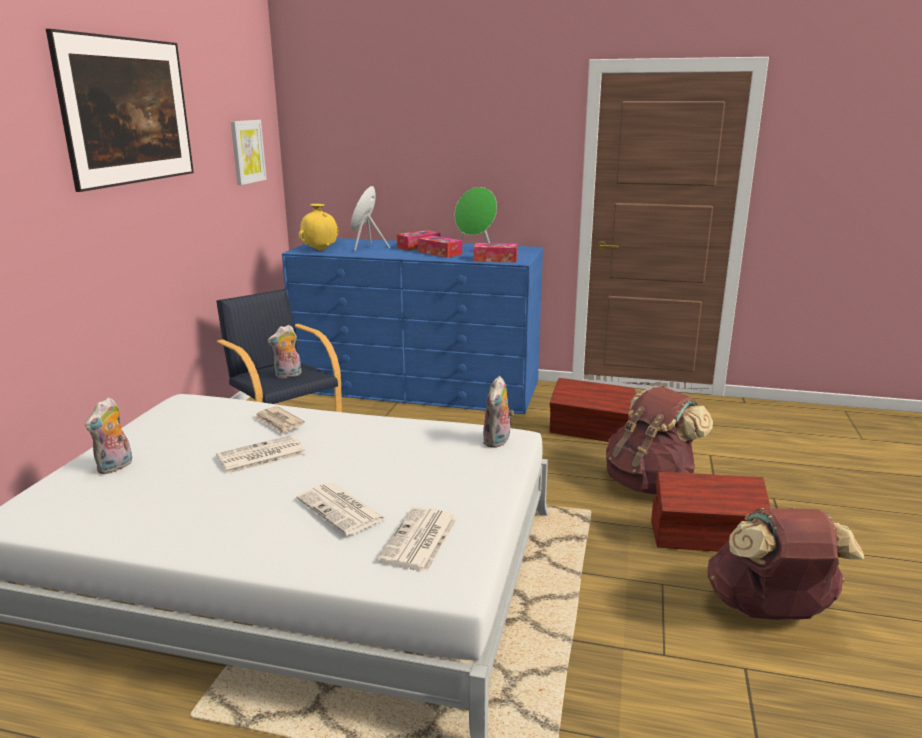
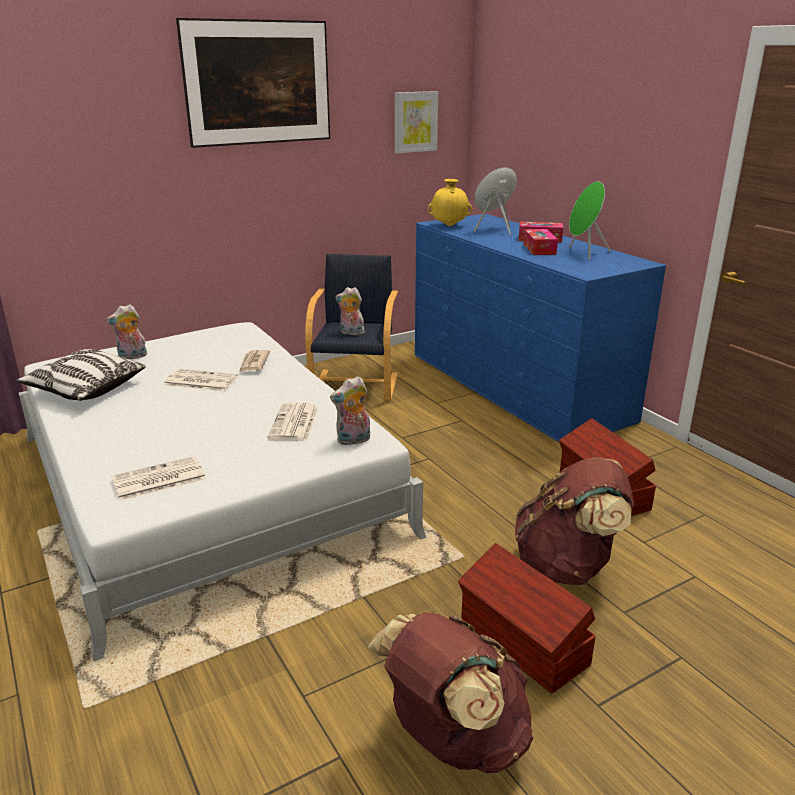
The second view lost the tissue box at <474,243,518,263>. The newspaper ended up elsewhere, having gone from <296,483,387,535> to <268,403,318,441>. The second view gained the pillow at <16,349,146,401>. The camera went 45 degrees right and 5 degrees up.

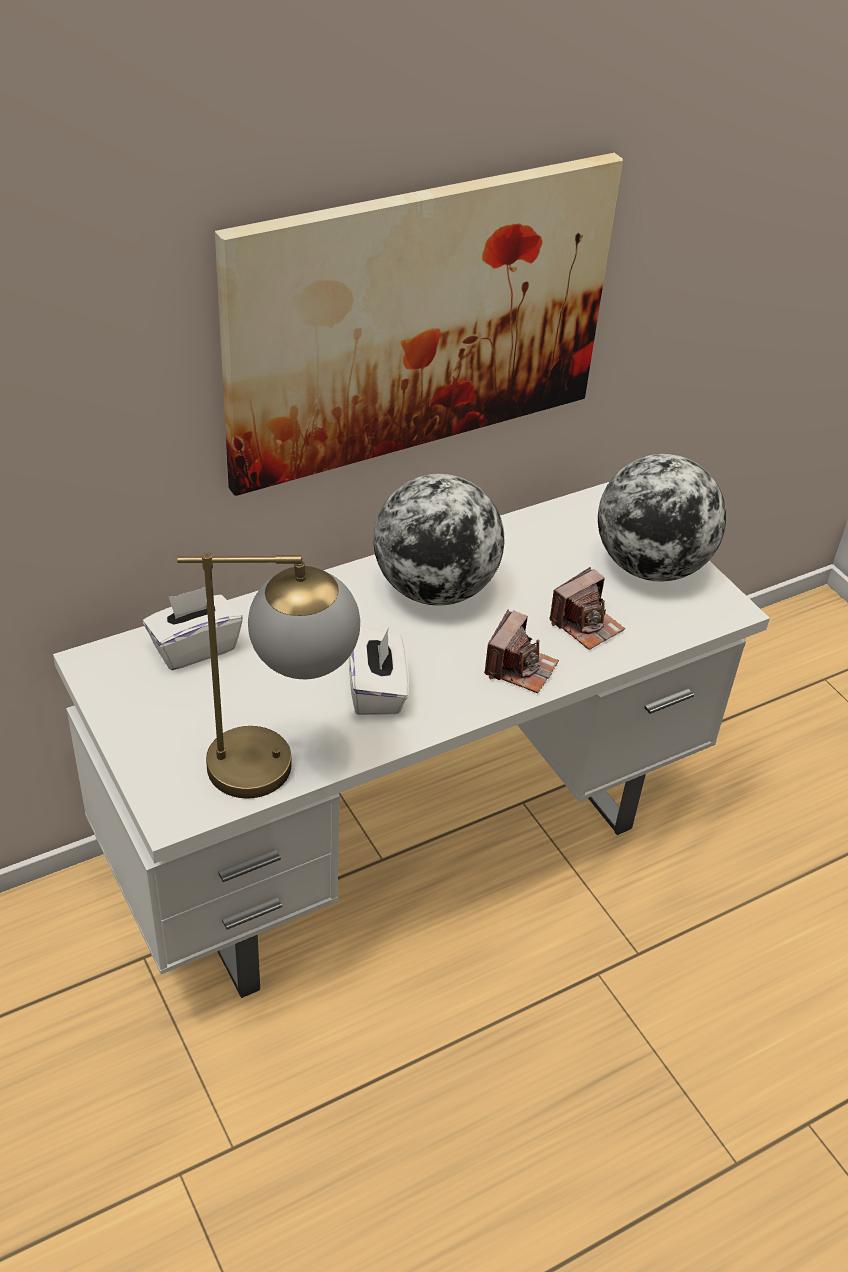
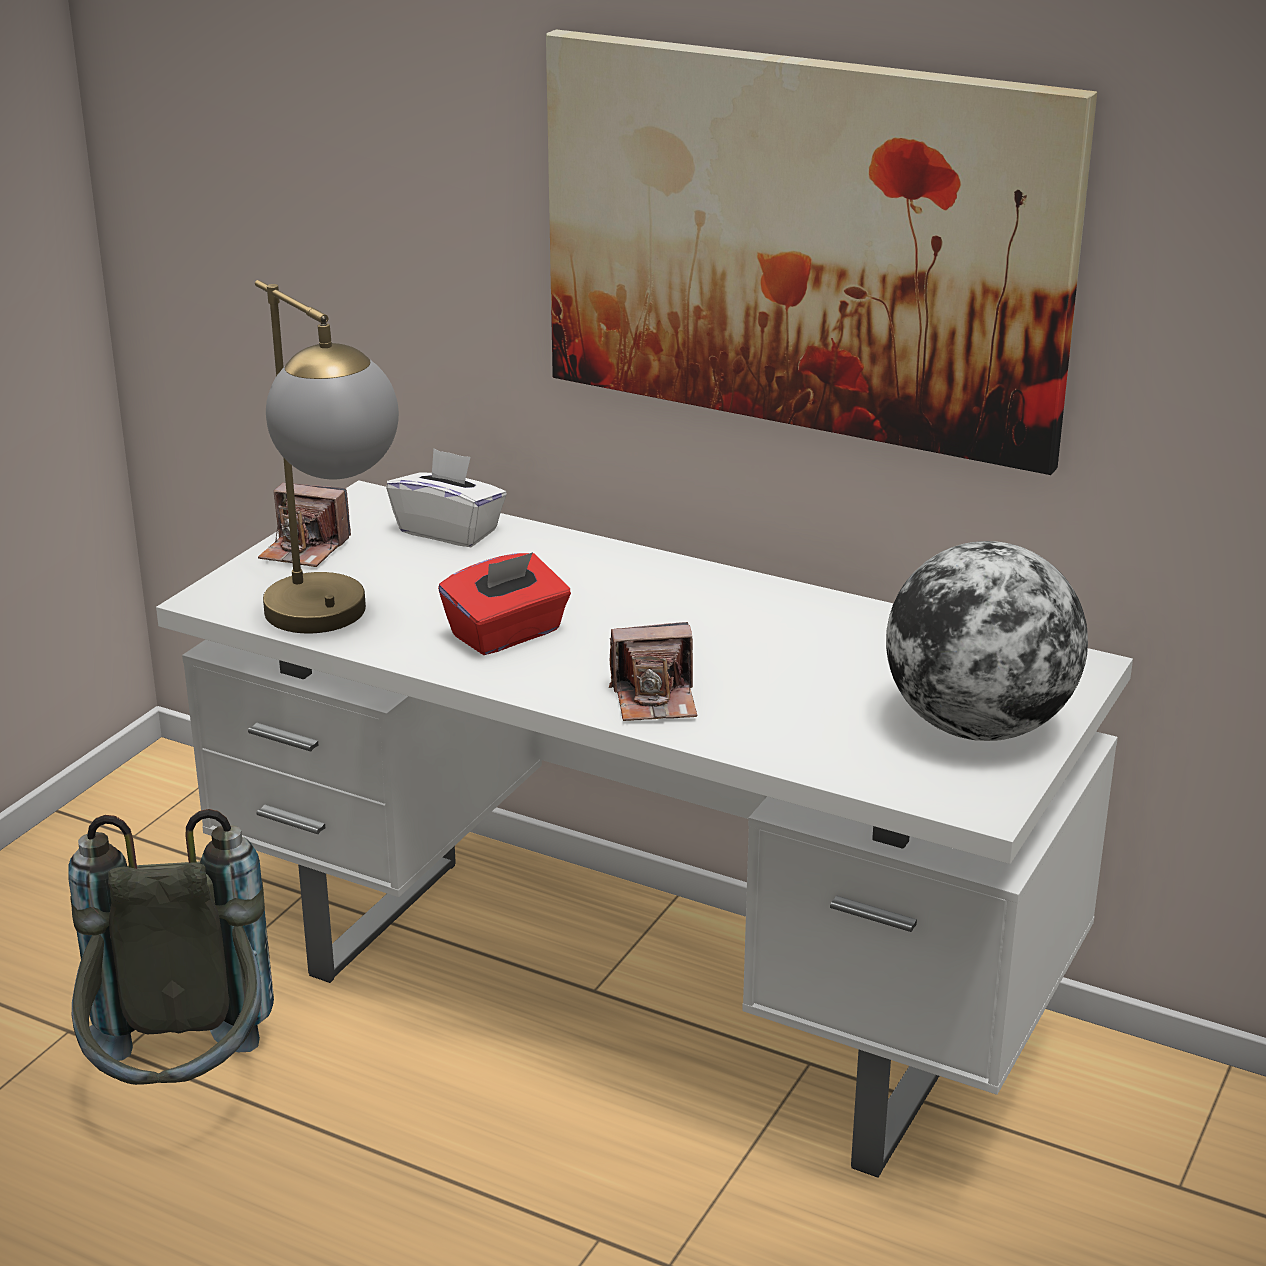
The second view lost the globe at <373,474,505,606>. The photo camera ended up elsewhere, having gone from <549,567,625,650> to <258,483,351,567>. What was the tissue box/white at <349,628,409,715> turned into the tissue box/red at <438,552,571,655>. The second view gained the backpack/grey at <68,809,274,1085>. The camera went 60 degrees right and 15 degrees down.

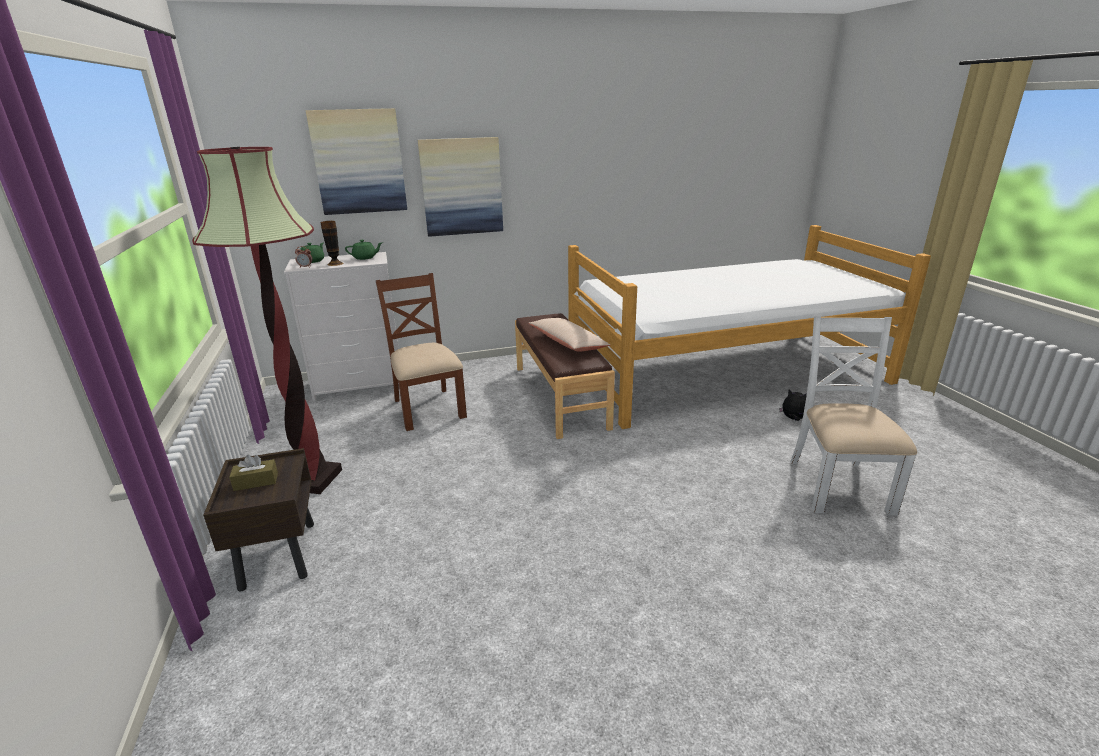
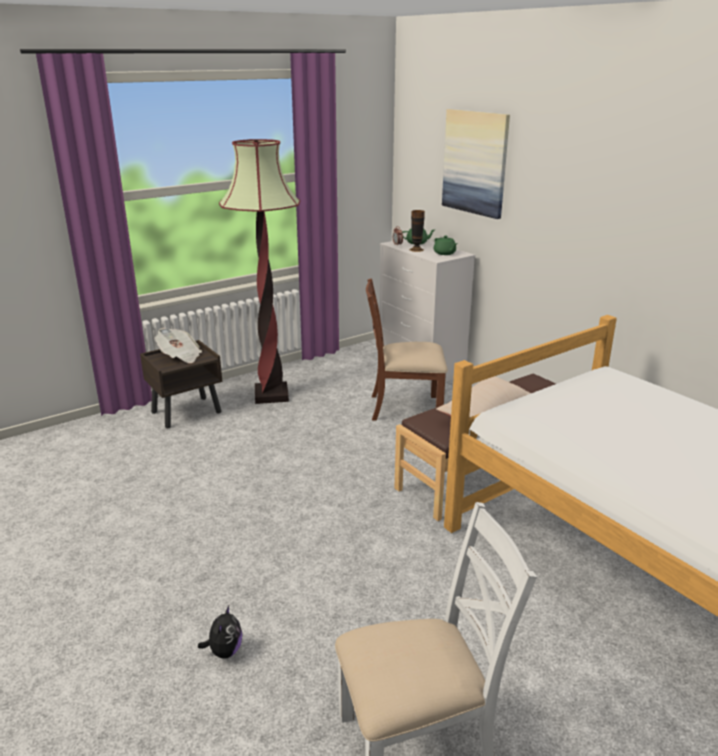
The second view lost the picture at <418,137,503,237>. The chair/brown at <376,273,467,431> ended up facing another way, 135 degrees counterclockwise from before. The plush toy ended up elsewhere, having gone from <779,389,807,421> to <198,605,243,659>. Where the tissue box/brown stood at <229,455,278,491>, the newspaper came to stand at <155,328,202,363>. The camera went 70 degrees right and 0 degrees up.

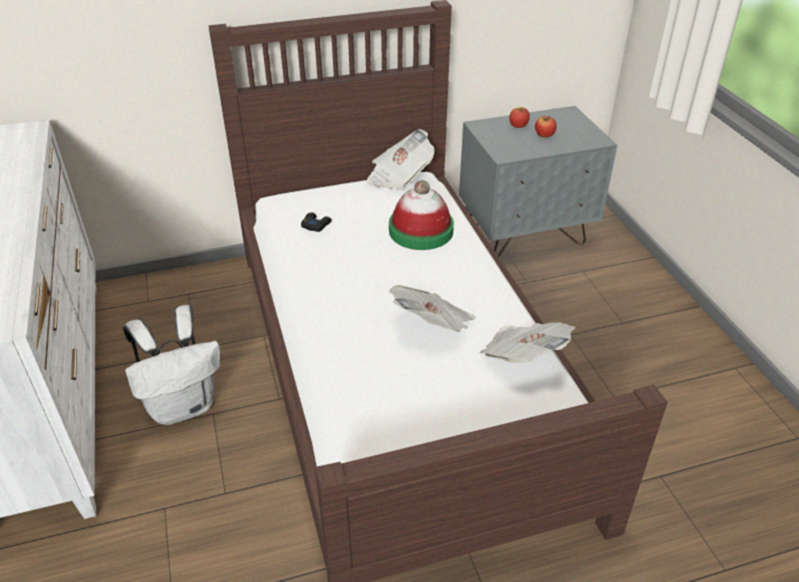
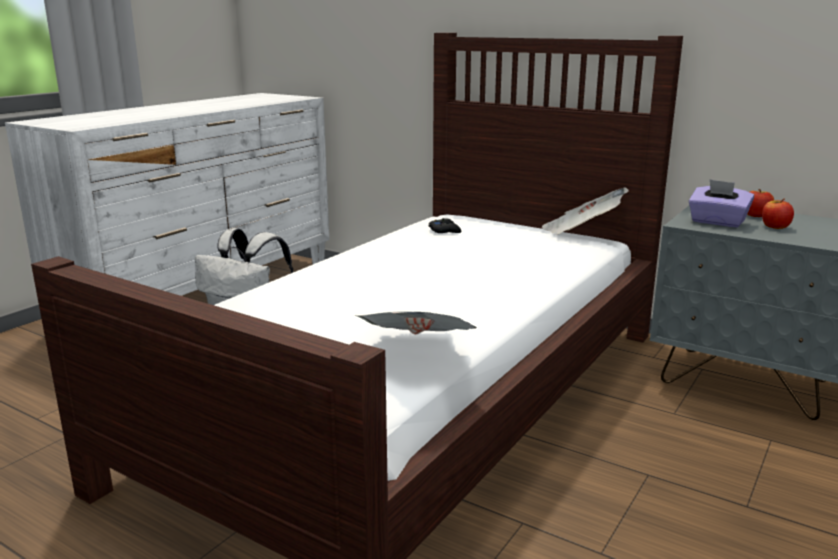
The second view lost the hat at <389,180,454,250>. The second view lost the newspaper at <390,285,476,332>. The second view gained the tissue box/purple at <688,179,754,228>. The camera went 50 degrees right and 20 degrees down.

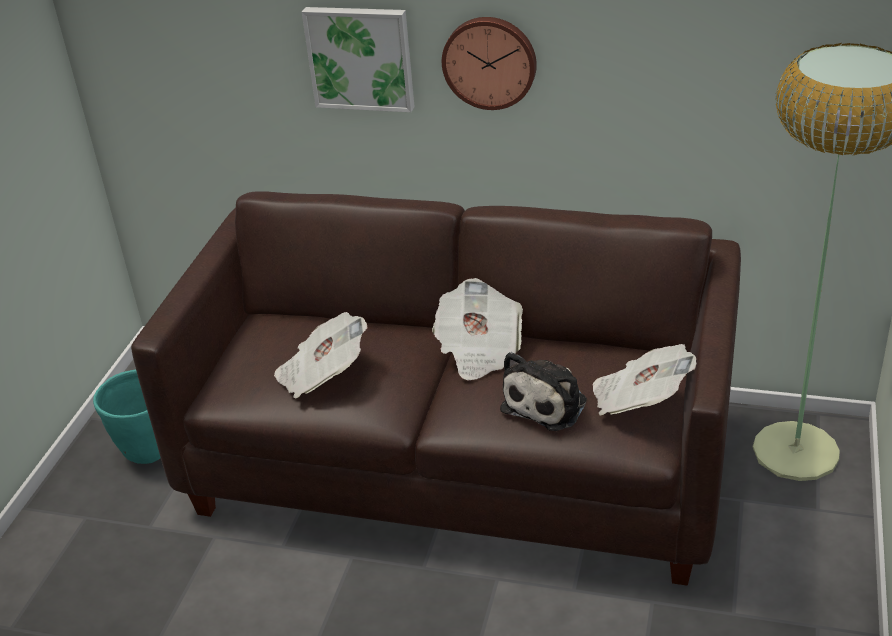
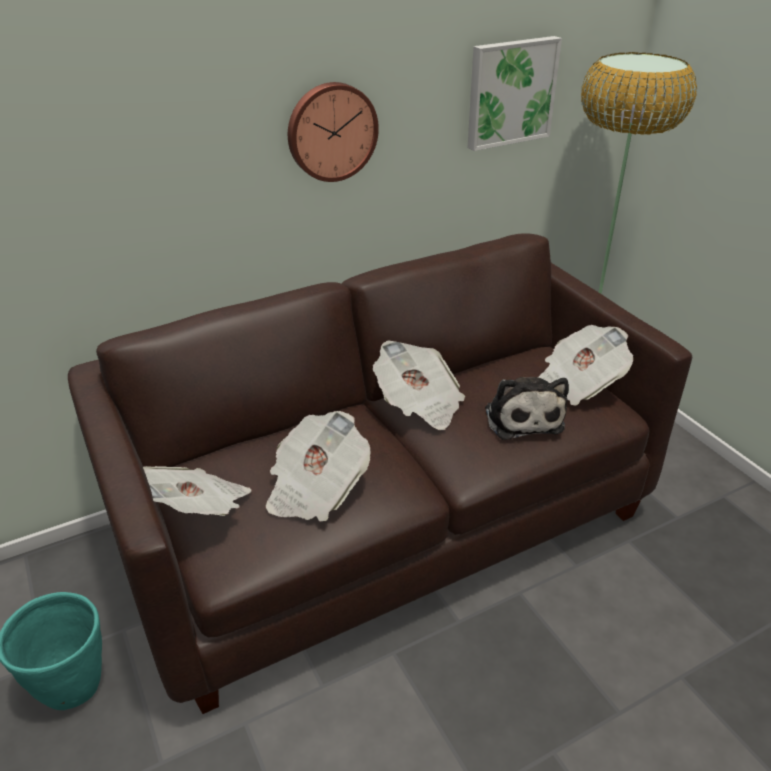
The picture ended up elsewhere, having gone from <302,7,415,112> to <467,36,562,151>. The second view gained the newspaper at <143,466,252,516>. The camera went 45 degrees left and 0 degrees up.

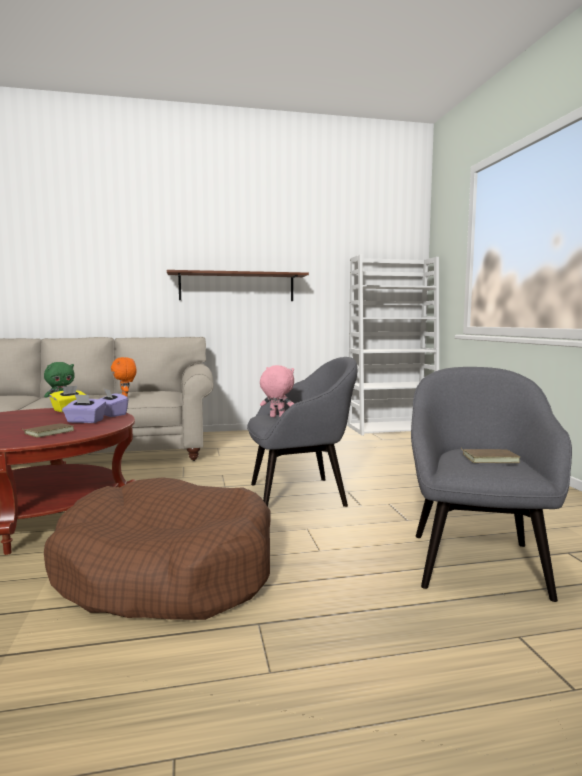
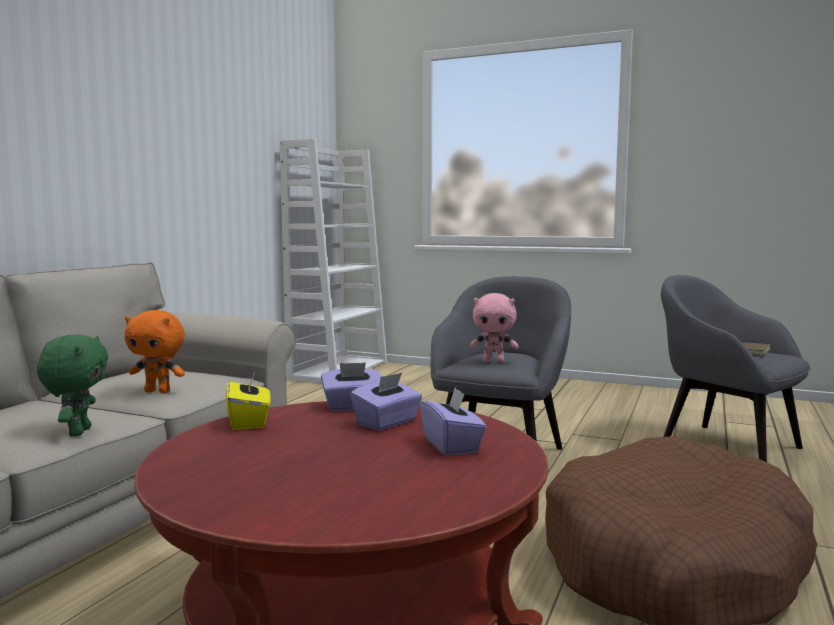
The second view lost the shelf/brown at <167,270,309,301>. The plush toy/pink at <260,365,294,417> ended up facing another way, 135 degrees counterclockwise from before. Where the book/brown stood at <24,423,74,438>, the tissue box/purple came to stand at <420,388,487,456>. The camera went 55 degrees left and 0 degrees up.

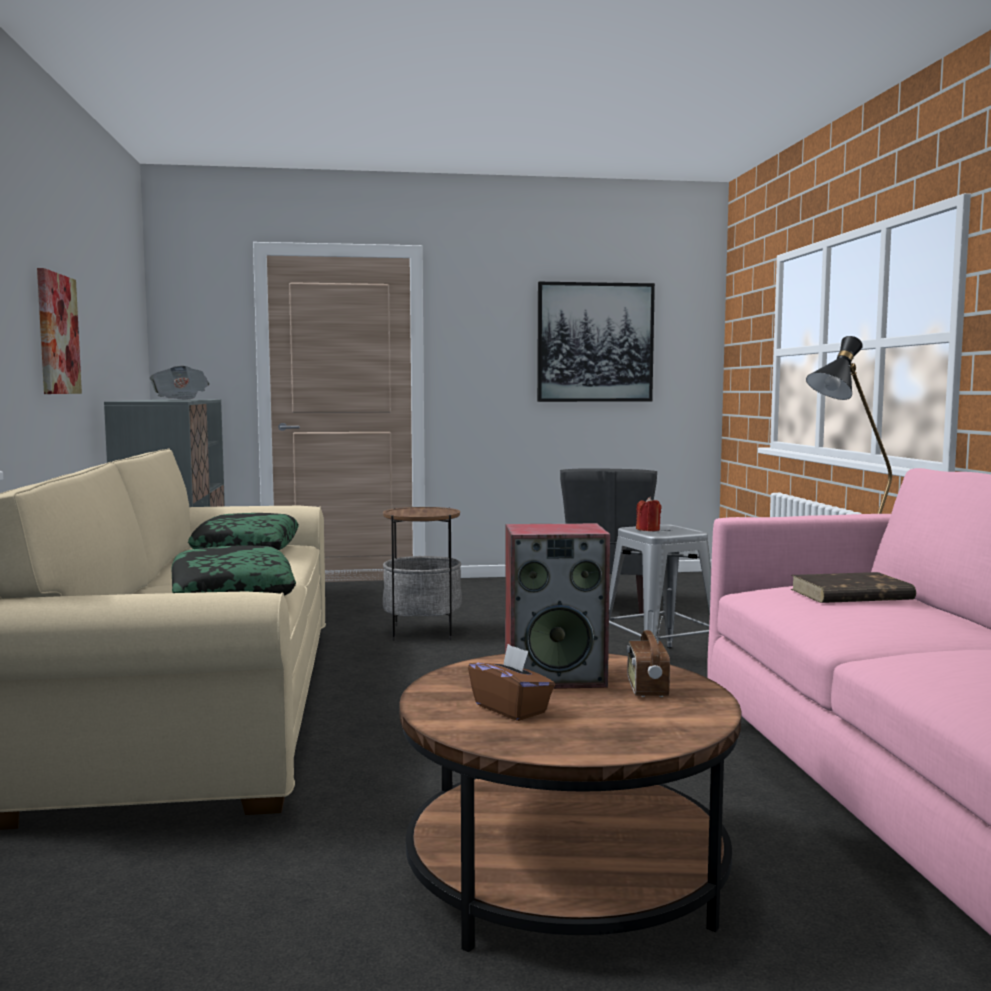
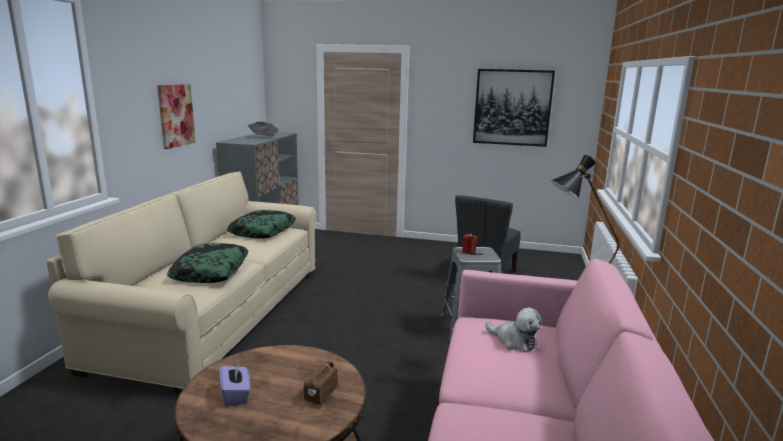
The second view lost the side table at <383,507,462,641>. The second view lost the speaker at <505,523,610,689>. Where the book/brown stood at <791,572,916,603>, the plush toy came to stand at <485,308,541,352>. What was the tissue box/brown at <468,644,555,721> turned into the tissue box/purple at <219,361,251,407>. The camera went 20 degrees right and 10 degrees up.

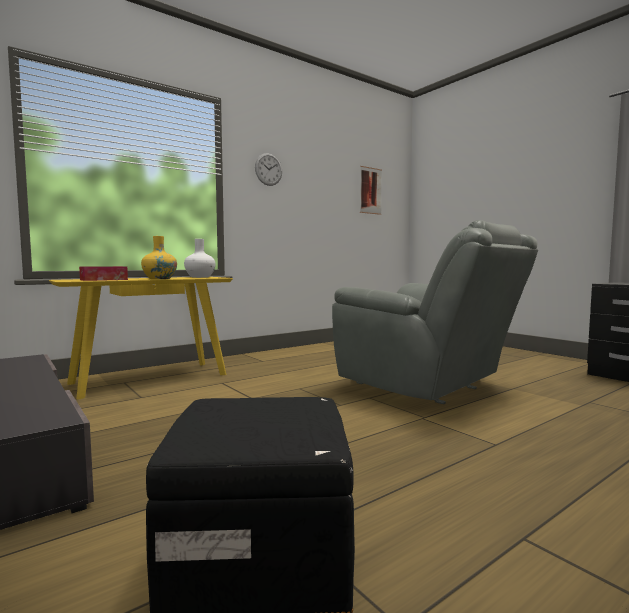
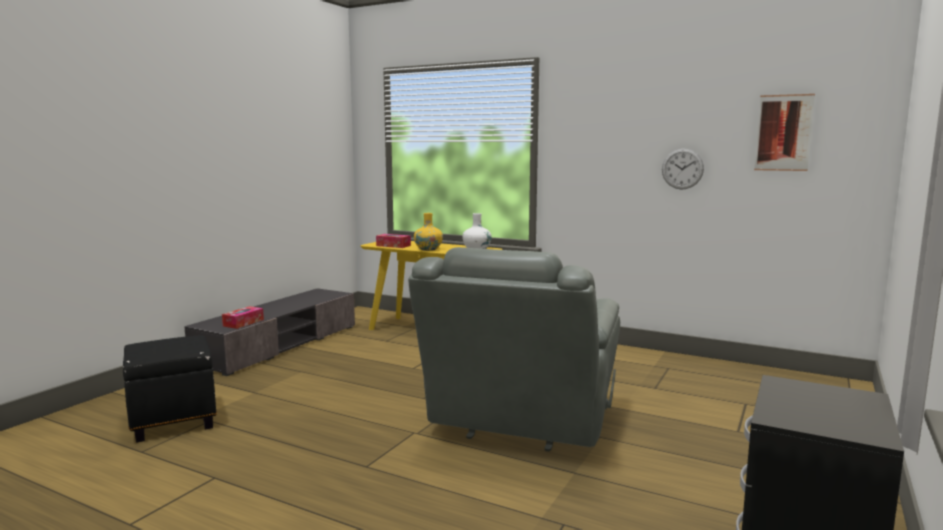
The wall clock ended up elsewhere, having gone from <255,153,282,186> to <662,149,704,190>. The second view gained the tissue box at <222,306,264,329>. The camera went 65 degrees right and 5 degrees up.

